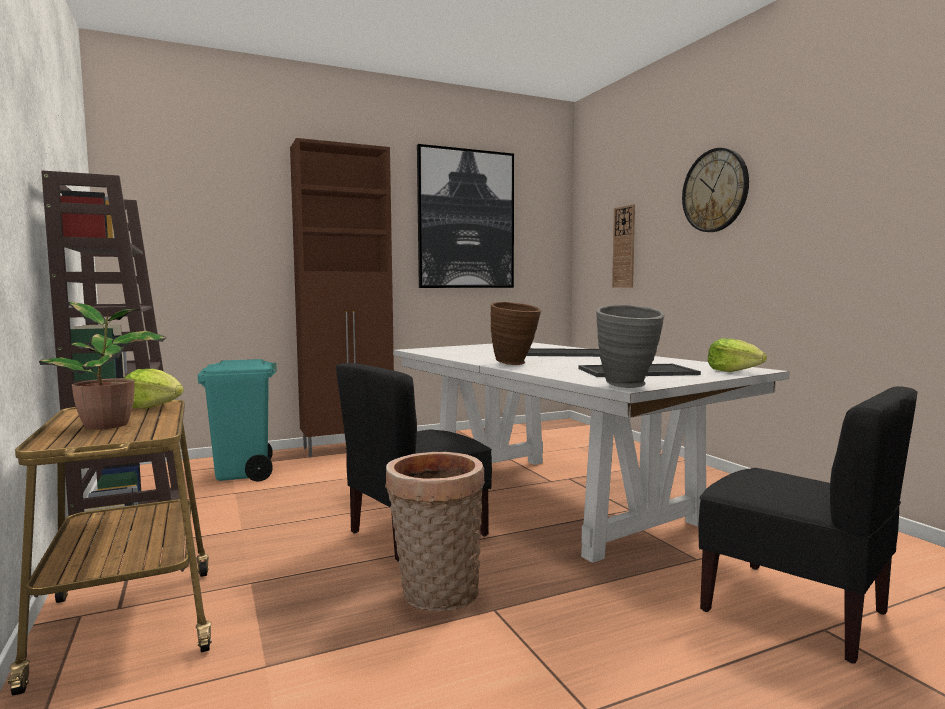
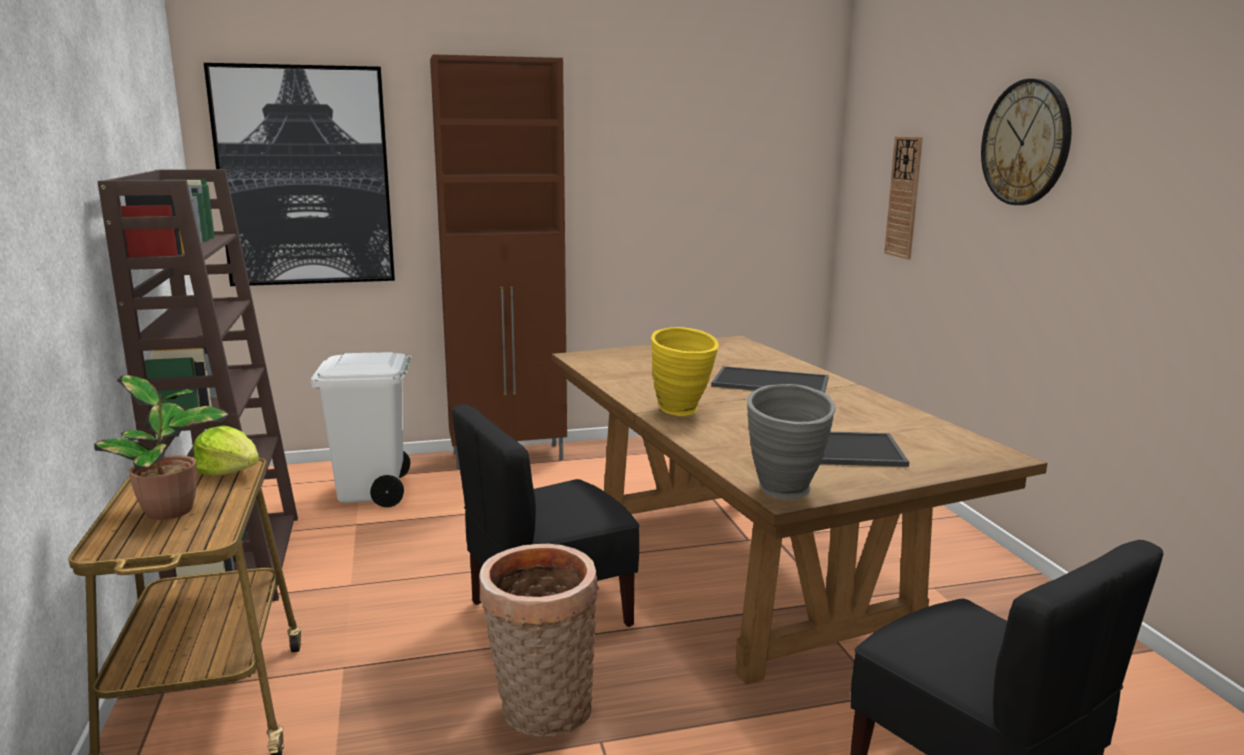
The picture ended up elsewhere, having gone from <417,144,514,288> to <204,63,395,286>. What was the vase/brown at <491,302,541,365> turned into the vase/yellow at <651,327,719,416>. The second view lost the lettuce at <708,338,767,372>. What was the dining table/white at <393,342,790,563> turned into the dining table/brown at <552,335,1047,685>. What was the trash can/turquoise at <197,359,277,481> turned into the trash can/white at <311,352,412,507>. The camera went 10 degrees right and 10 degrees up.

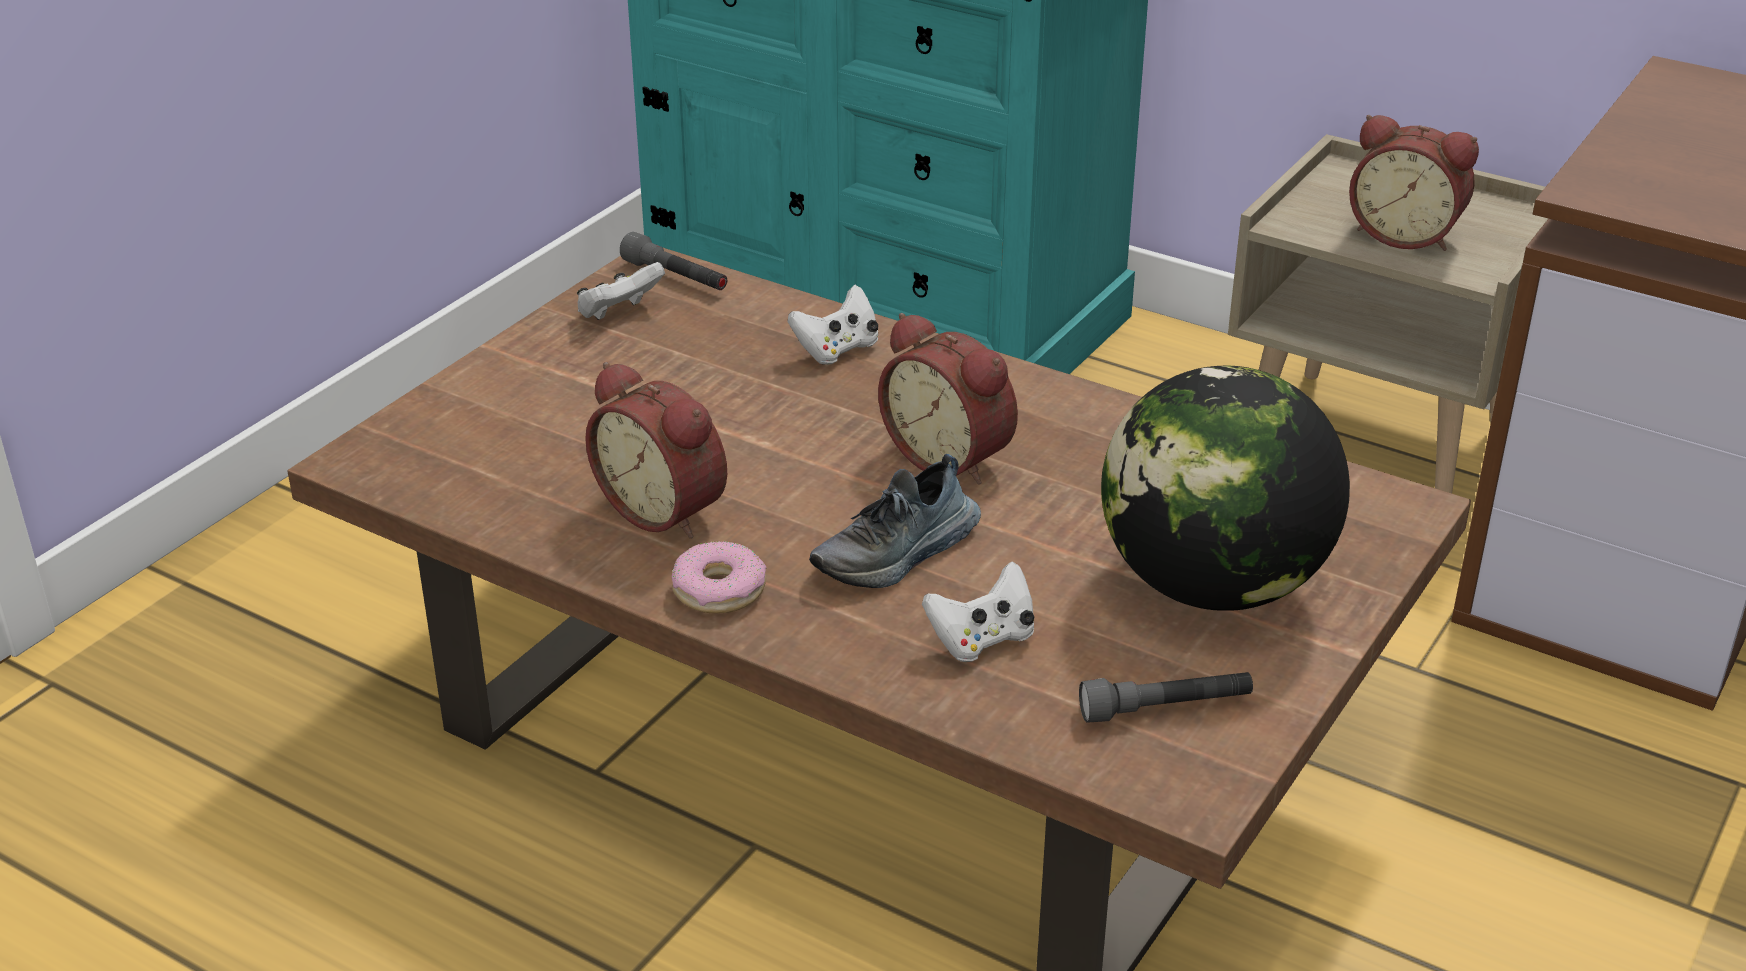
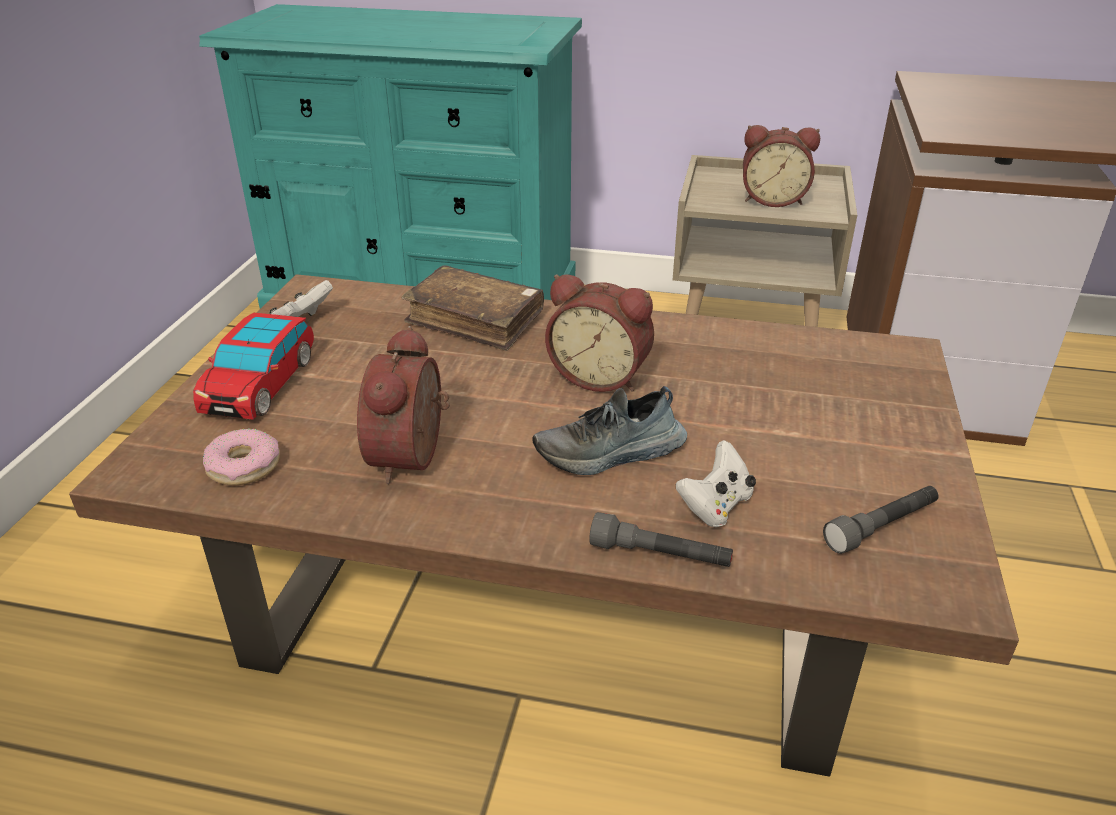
The flashlight/grey ended up elsewhere, having gone from <620,232,727,290> to <589,512,733,567>. Where the game controller/white stood at <787,285,878,365>, the book/brown came to stand at <402,265,544,351>. The alarm clock at <585,362,727,539> ended up facing another way, 75 degrees clockwise from before. The second view lost the globe at <1101,366,1350,611>. The shoe at <809,454,981,588> ended up facing another way, 45 degrees clockwise from before. The donut ended up elsewhere, having gone from <672,541,767,614> to <203,429,280,485>. The second view gained the toy car at <193,313,314,420>. The camera went 20 degrees left and 0 degrees up.

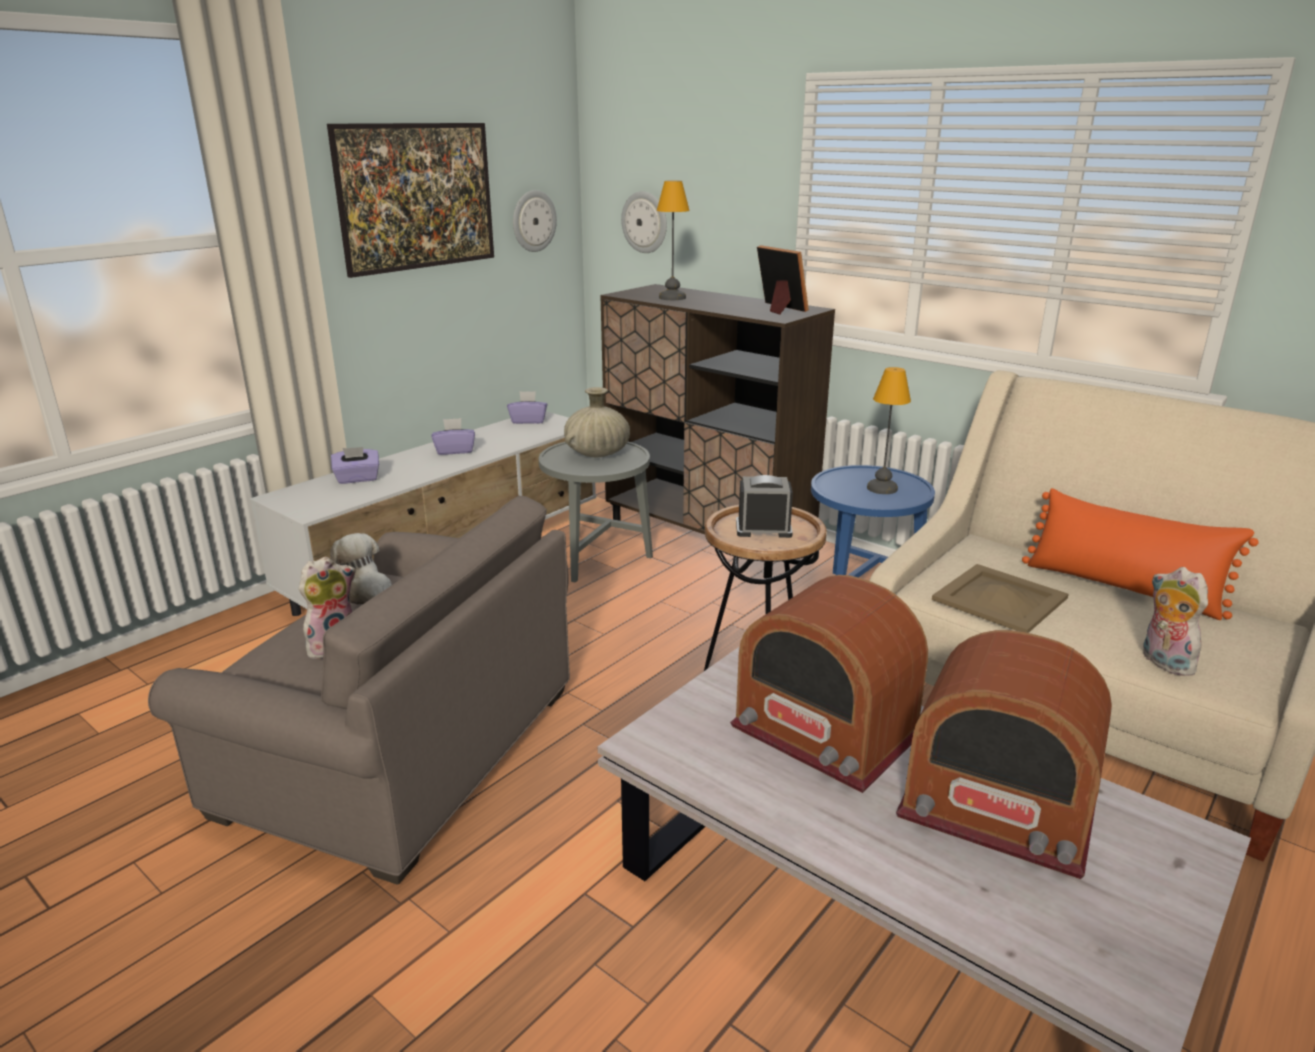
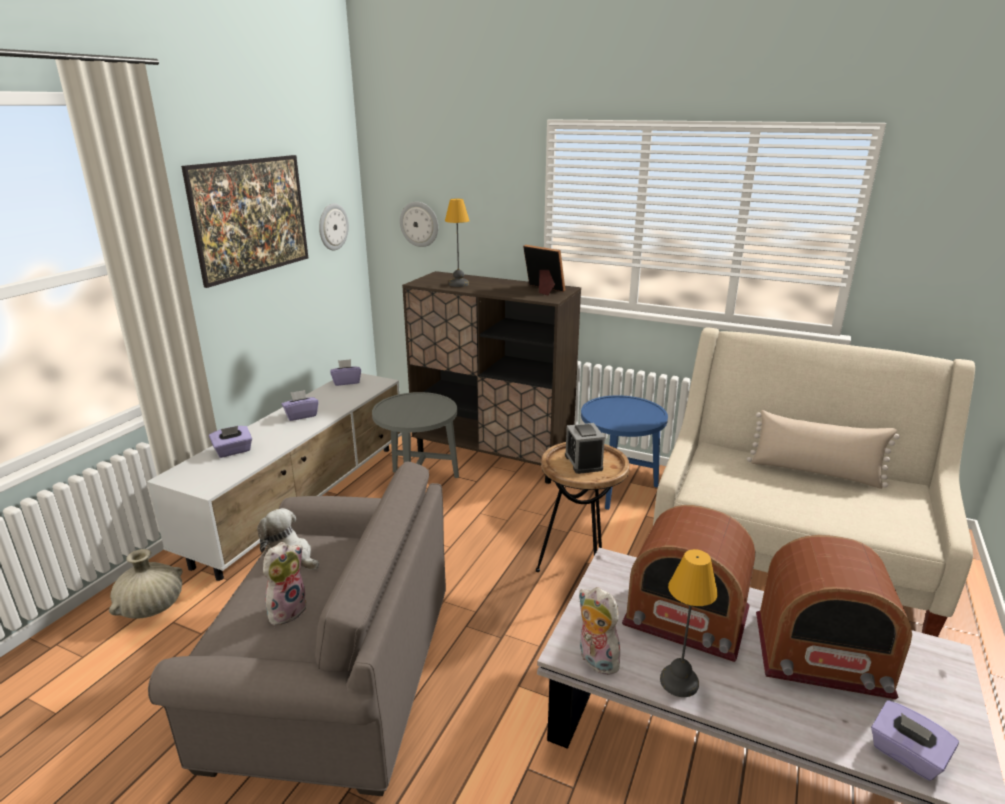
The table lamp ended up elsewhere, having gone from <867,367,911,494> to <660,549,718,697>. The vase/beige ended up elsewhere, having gone from <564,387,630,457> to <109,549,183,619>. The alarm clock at <736,475,793,538> ended up facing another way, 90 degrees counterclockwise from before. What was the pillow/orange at <1022,488,1259,620> turned into the pillow/beige at <747,410,900,489>. The second view lost the tray/beige at <932,564,1069,633>. The plush toy ended up elsewhere, having gone from <1143,567,1208,676> to <578,587,620,675>. The second view gained the tissue box/purple at <871,700,959,781>. The camera went 15 degrees left and 0 degrees up.

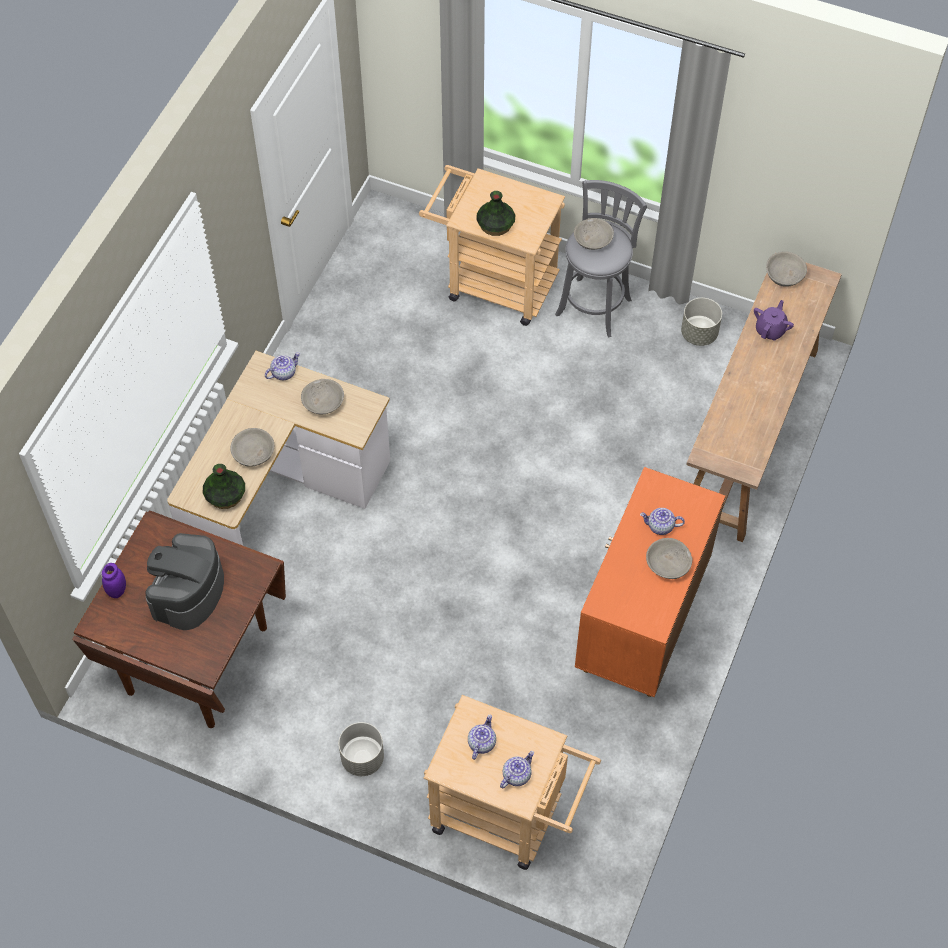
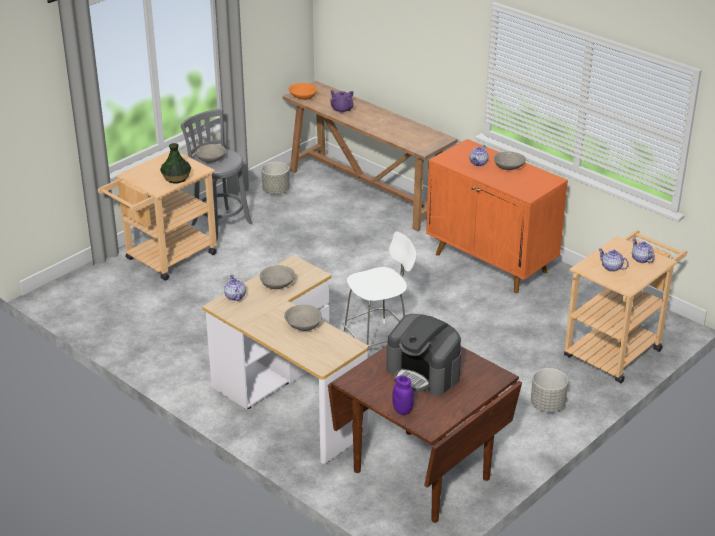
What was the bowl/grey at <766,252,807,287> turned into the bowl/orange at <289,83,317,100>. The second view lost the vase at <203,464,245,509>. The second view gained the chair/white at <343,231,416,346>. The camera went 70 degrees left and 25 degrees down.

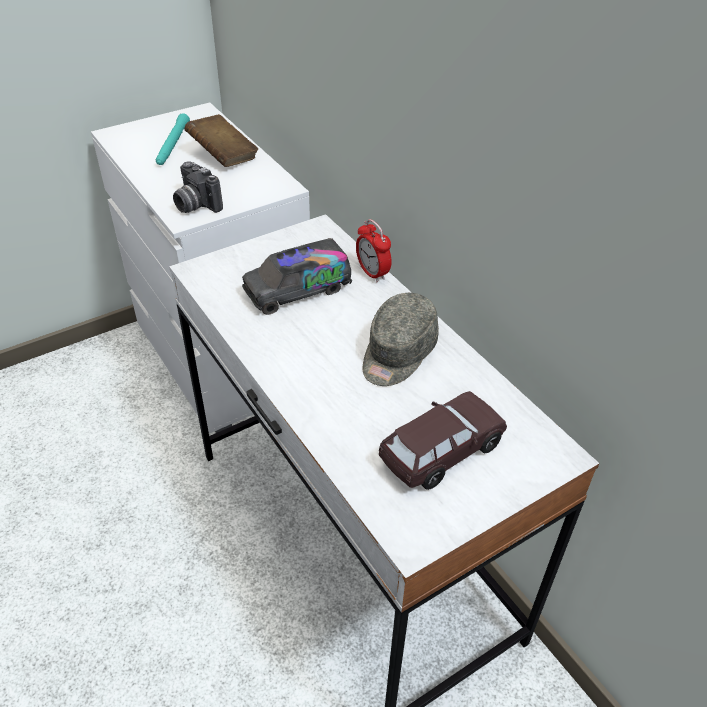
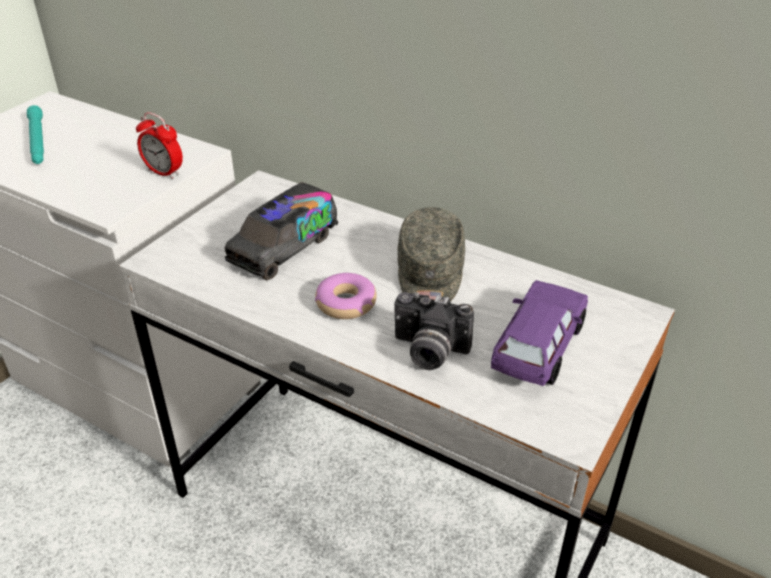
The second view lost the book/brown at <184,114,259,167>. The photo camera ended up elsewhere, having gone from <173,161,223,213> to <394,292,474,370>. The alarm clock ended up elsewhere, having gone from <356,219,392,282> to <136,112,183,179>. What was the toy car/brown at <378,391,507,490> turned into the toy car/purple at <491,280,588,386>. The second view gained the donut at <315,273,377,319>. The camera went 25 degrees left and 5 degrees down.

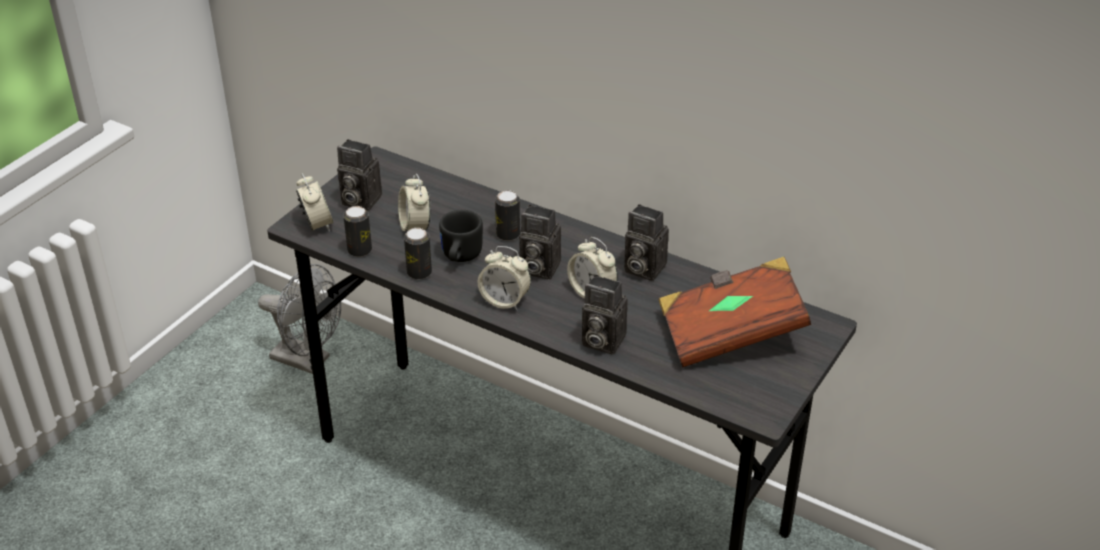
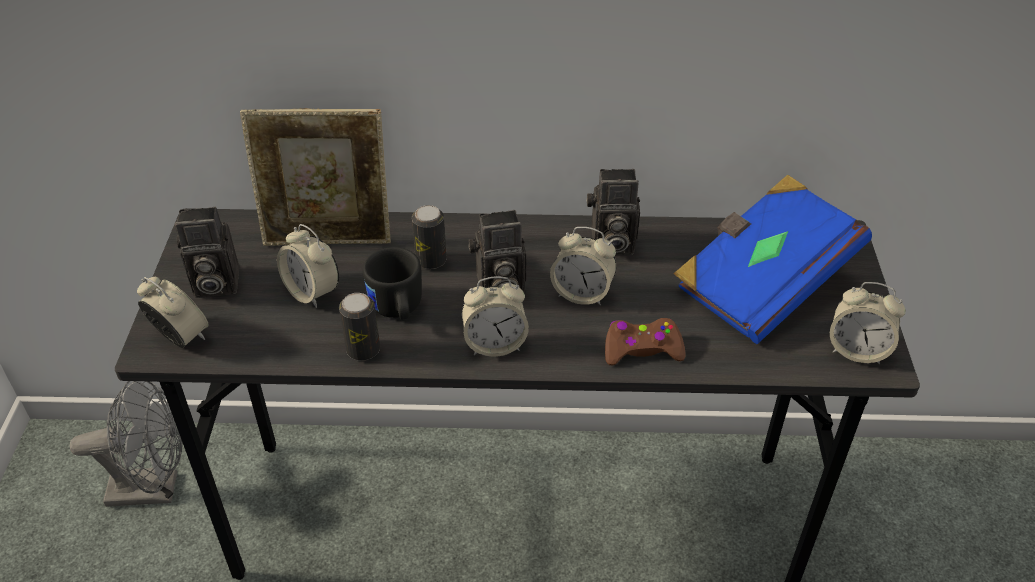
The second view lost the can at <343,206,372,257>. What was the book/brown at <658,257,811,368> turned into the book/blue at <674,175,872,344>. Where the photo camera stood at <582,275,628,355>, the game controller/brown came to stand at <605,318,686,366>. The second view gained the picture frame at <240,108,391,246>. The second view gained the alarm clock at <830,282,906,365>. The camera went 30 degrees left and 5 degrees up.

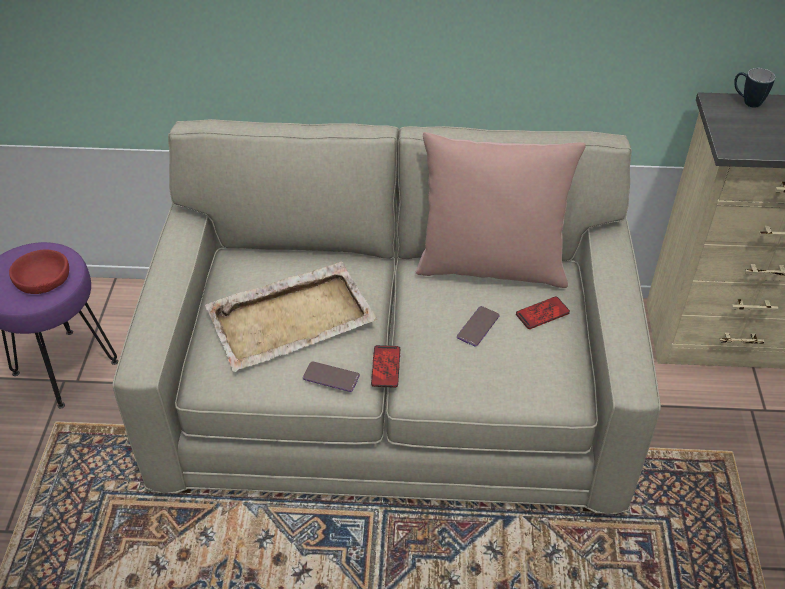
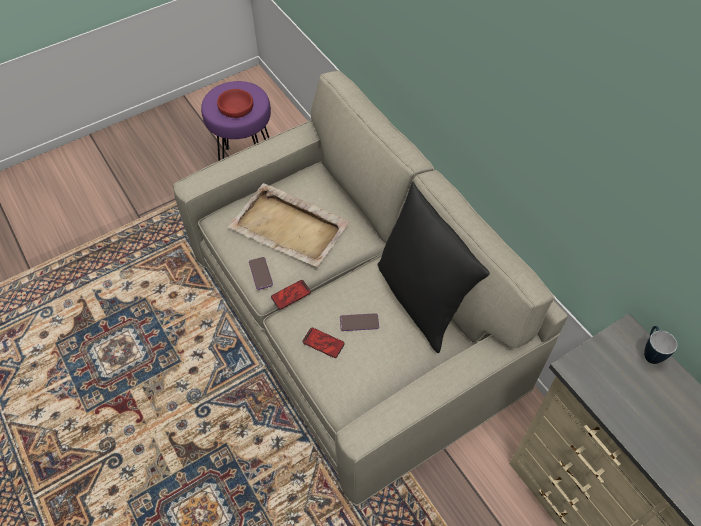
What was the pillow/pink at <416,132,586,288> turned into the pillow/black at <378,182,490,353>. The phone ended up elsewhere, having gone from <516,297,570,329> to <302,327,345,358>. The camera went 55 degrees right and 10 degrees up.

